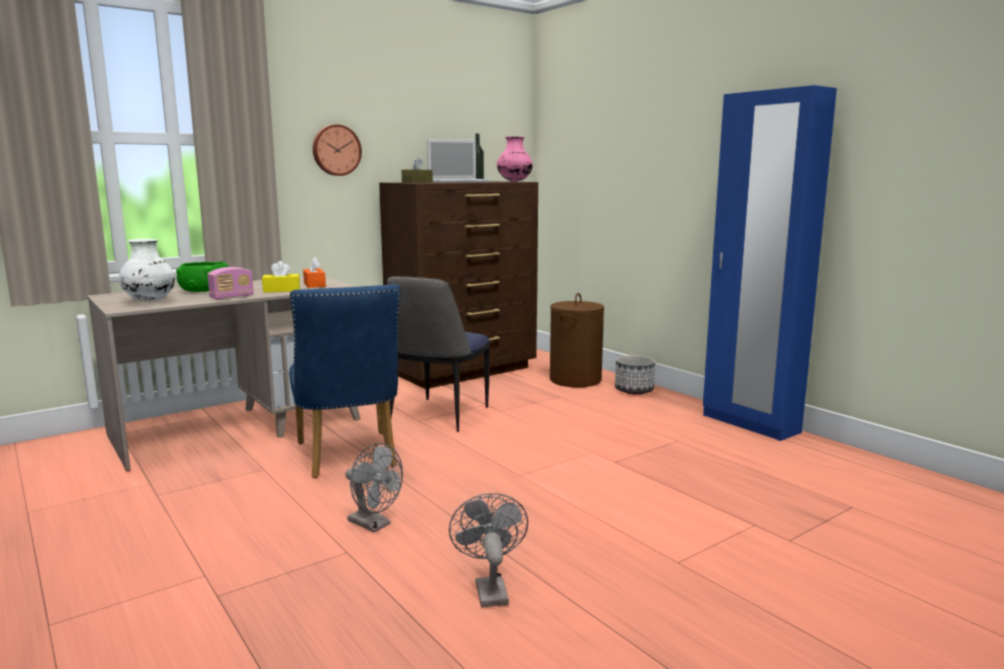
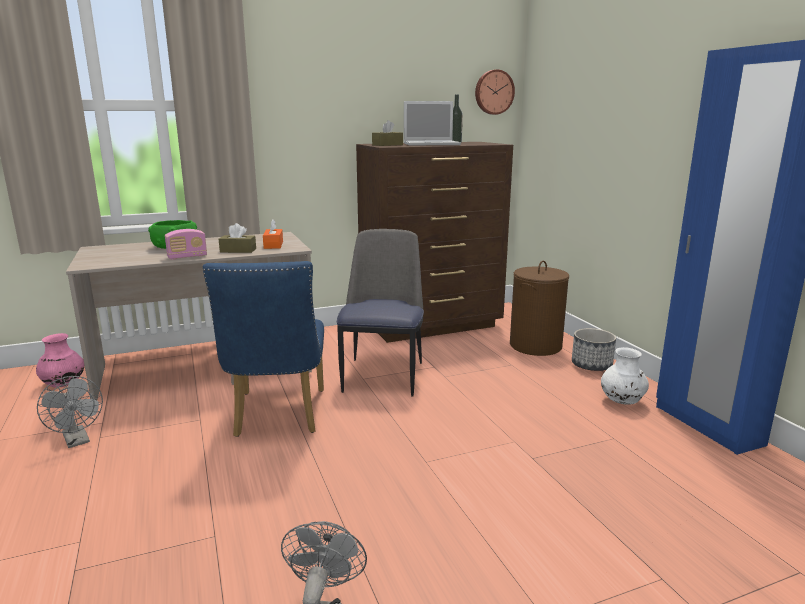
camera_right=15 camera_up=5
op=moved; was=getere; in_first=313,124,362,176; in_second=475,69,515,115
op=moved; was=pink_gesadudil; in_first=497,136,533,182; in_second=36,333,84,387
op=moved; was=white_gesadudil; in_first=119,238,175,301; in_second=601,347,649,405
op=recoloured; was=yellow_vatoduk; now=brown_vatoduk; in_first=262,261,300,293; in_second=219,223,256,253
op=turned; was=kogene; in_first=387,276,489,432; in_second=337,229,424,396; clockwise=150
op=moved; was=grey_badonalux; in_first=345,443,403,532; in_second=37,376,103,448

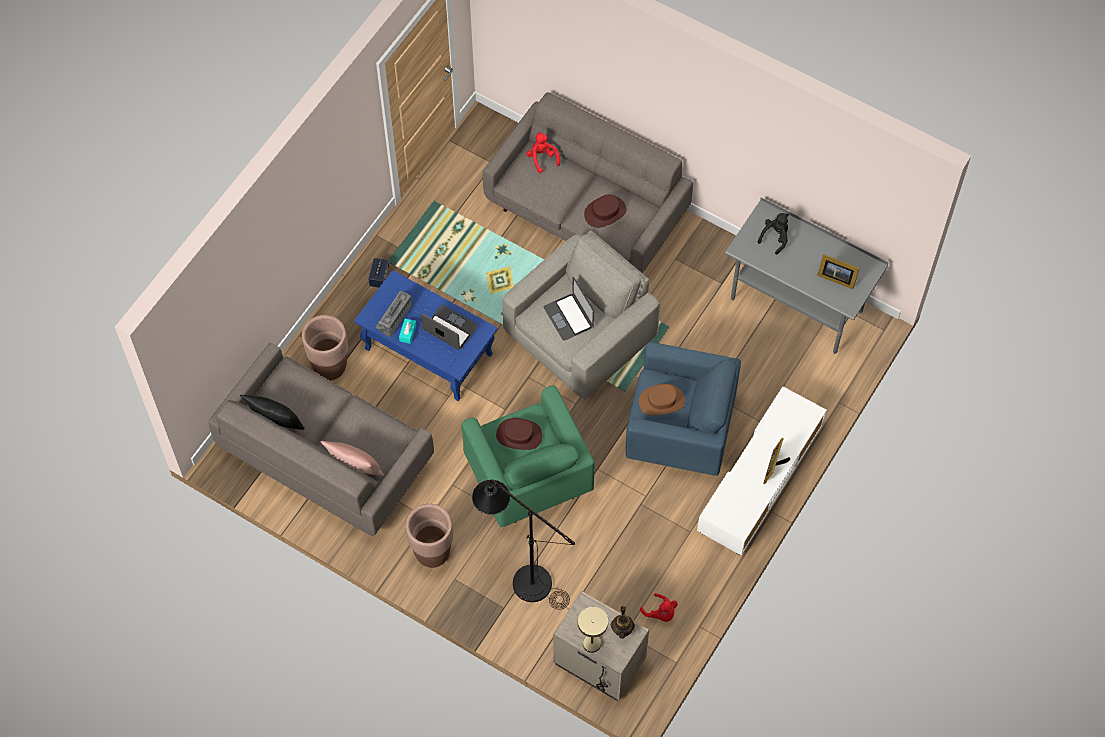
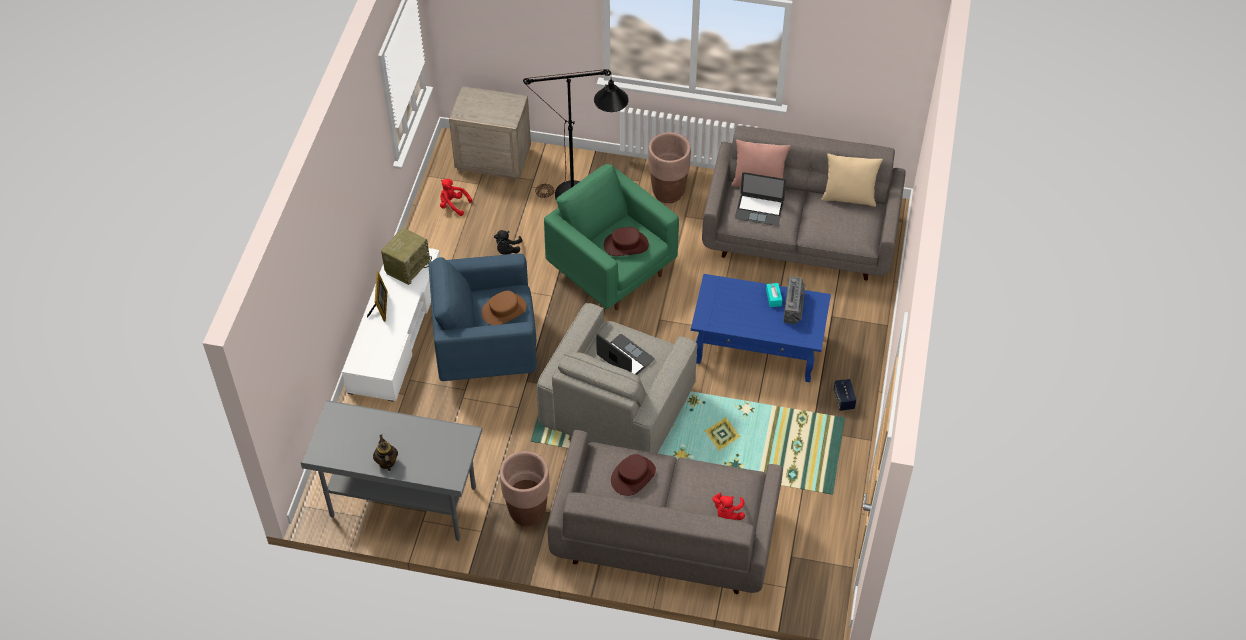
camera_right=160 camera_up=-10
op=turned; was=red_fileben; in_first=526,132,560,173; in_second=712,493,745,520; clockwise=60
op=moved; was=black_fileben; in_first=758,213,789,254; in_second=494,230,523,255
op=removed; was=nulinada; in_first=817,254,860,289
op=moved; was=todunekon; in_first=421,305,478,350; in_second=735,172,786,226
op=moved; was=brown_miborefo; in_first=302,315,348,380; in_second=500,451,549,526
op=recoloured; was=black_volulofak; now=beige_volulofak; in_first=240,395,305,430; in_second=821,154,883,207
op=moved; was=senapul; in_first=611,606,635,639; in_second=373,435,398,471
op=removed; was=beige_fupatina; in_first=578,607,608,653
op=added; now=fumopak; in_second=381,228,432,285

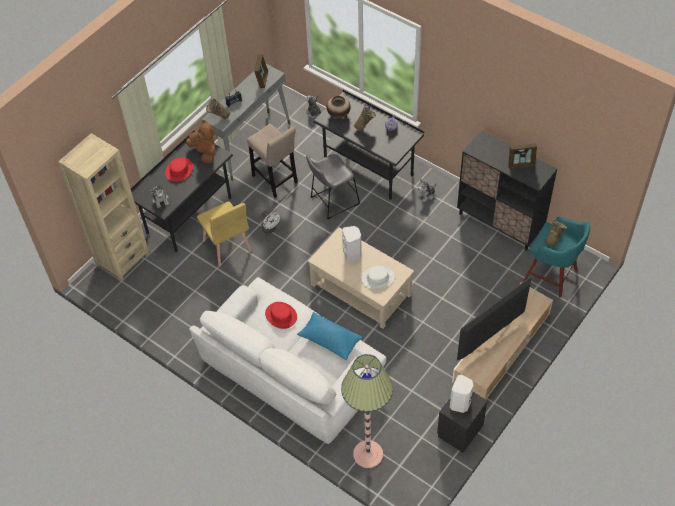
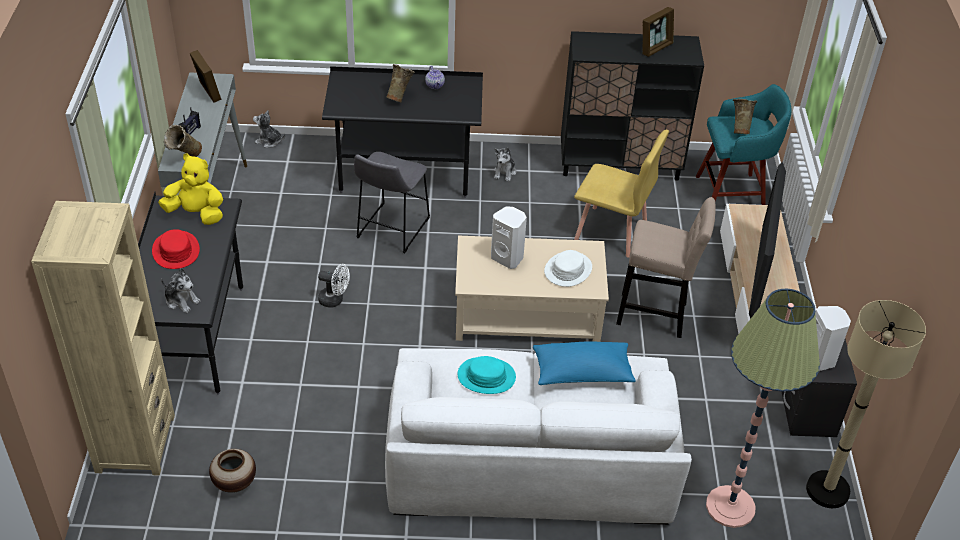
camera_right=-40 camera_up=-10
op=moved; was=gesadudil; in_first=327,96,351,118; in_second=209,449,256,493
op=recoloured; was=brown_fileben; now=yellow_fileben; in_first=186,120,215,163; in_second=158,154,223,225
op=moved; was=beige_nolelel; in_first=247,124,298,198; in_second=616,197,716,338
op=moved; was=yellow_kogene; in_first=197,202,252,267; in_second=574,130,669,257
op=recoloured; was=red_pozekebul; now=turquoise_pozekebul; in_first=265,302,297,329; in_second=458,356,516,394
op=added; now=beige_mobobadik; in_second=806,300,926,508

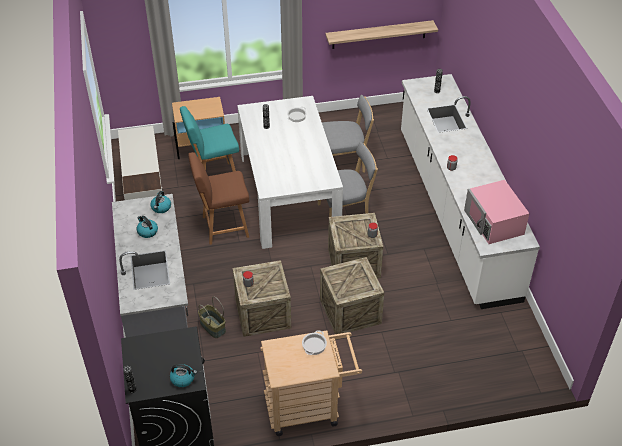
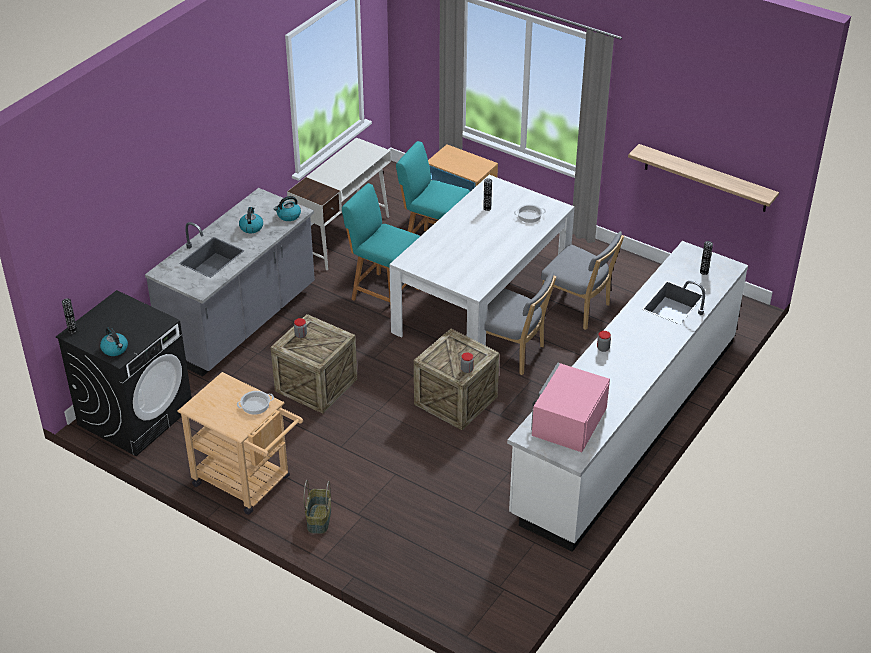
camera_right=45 camera_up=-5
op=recoloured; was=brown_kogene; now=turquoise_kogene; in_first=188,152,249,245; in_second=342,183,420,310
op=removed; was=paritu; in_first=320,257,384,334
op=moved; was=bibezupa; in_first=198,296,226,338; in_second=304,480,331,534

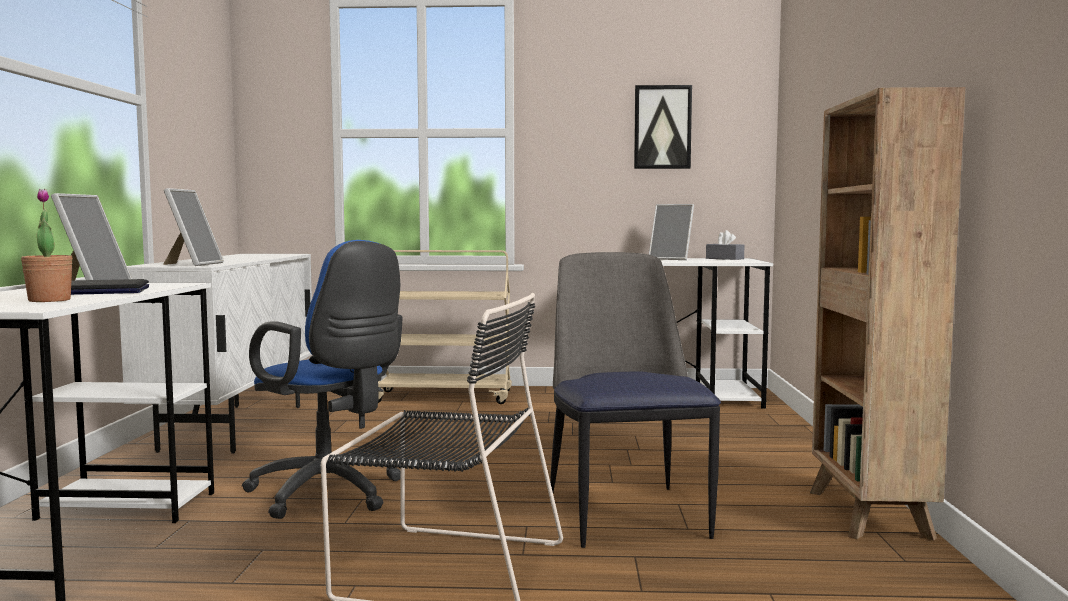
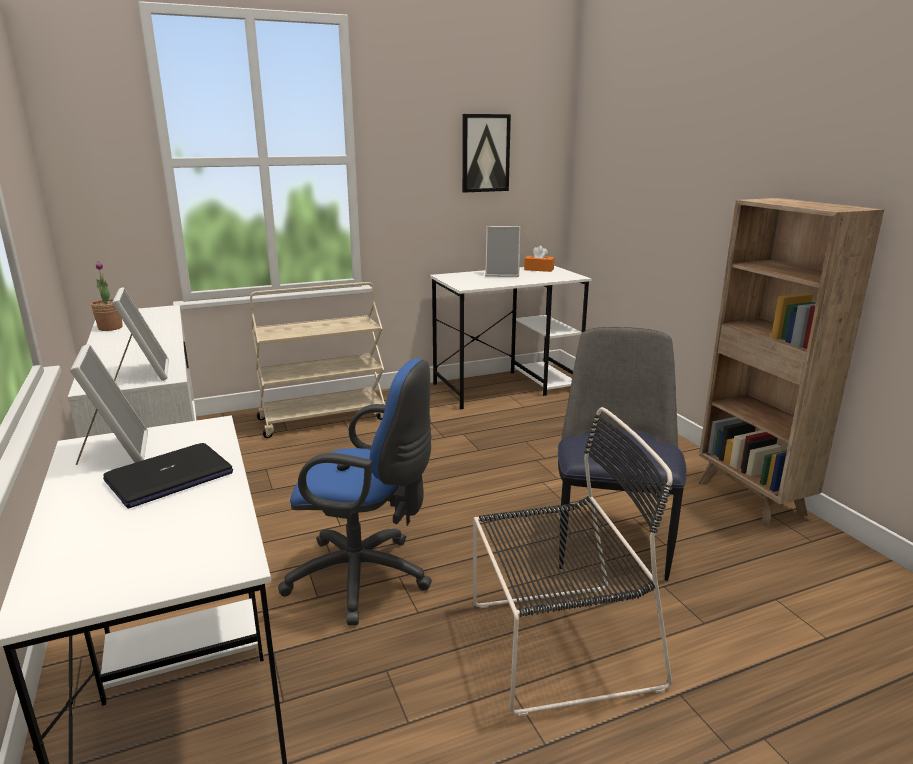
camera_right=-25 camera_up=15
op=moved; was=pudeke; in_first=21,188,73,302; in_second=91,261,123,331
op=recoloured; was=grey_vatoduk; now=orange_vatoduk; in_first=706,230,744,260; in_second=524,246,554,272
op=turned; was=kogene; in_first=550,252,721,548; in_second=558,327,687,581; clockwise=45

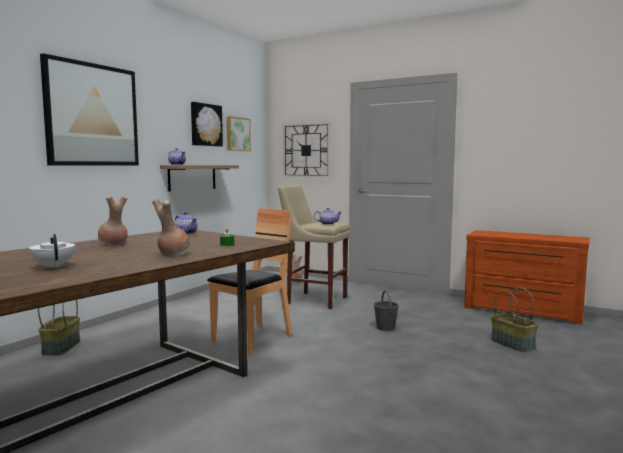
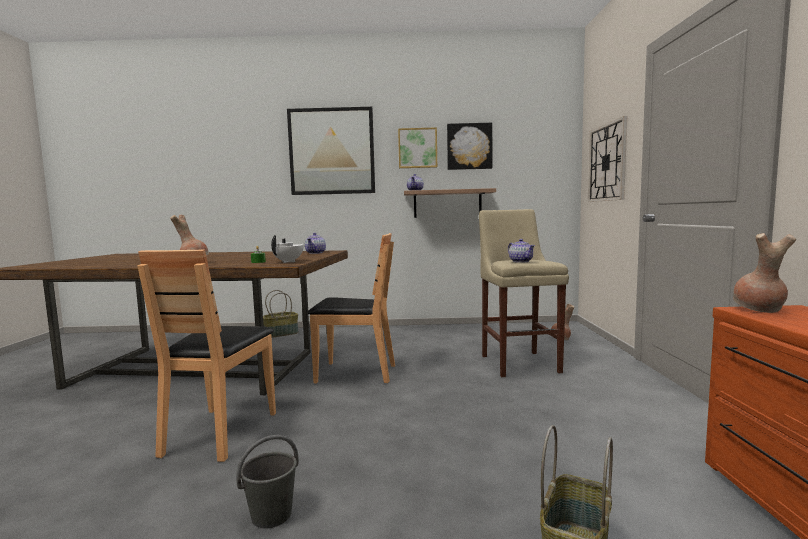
camera_right=60 camera_up=0
op=moved; was=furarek; in_first=227,116,251,151; in_second=398,127,437,168
op=moved; was=brown_gesadudil; in_first=98,195,128,246; in_second=733,233,796,313
op=moved; was=white_senapul; in_first=29,234,75,269; in_second=271,235,304,263
op=moved; was=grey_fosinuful; in_first=374,290,399,331; in_second=236,435,299,528
op=added; now=brown_kogene; in_second=137,249,276,462

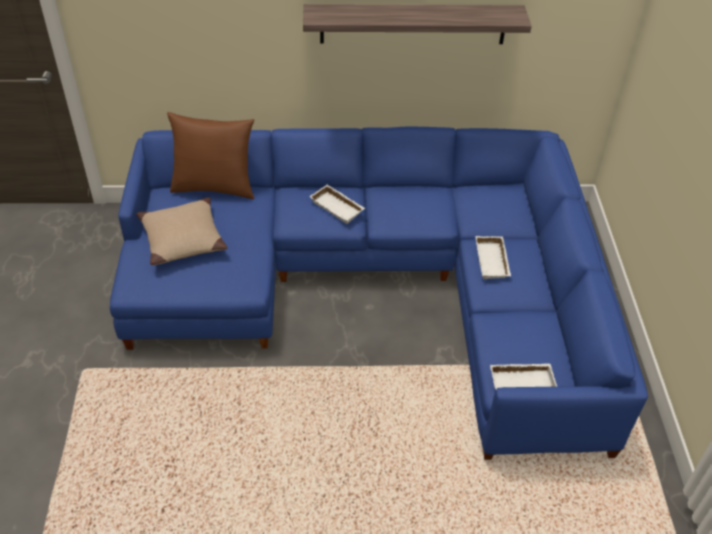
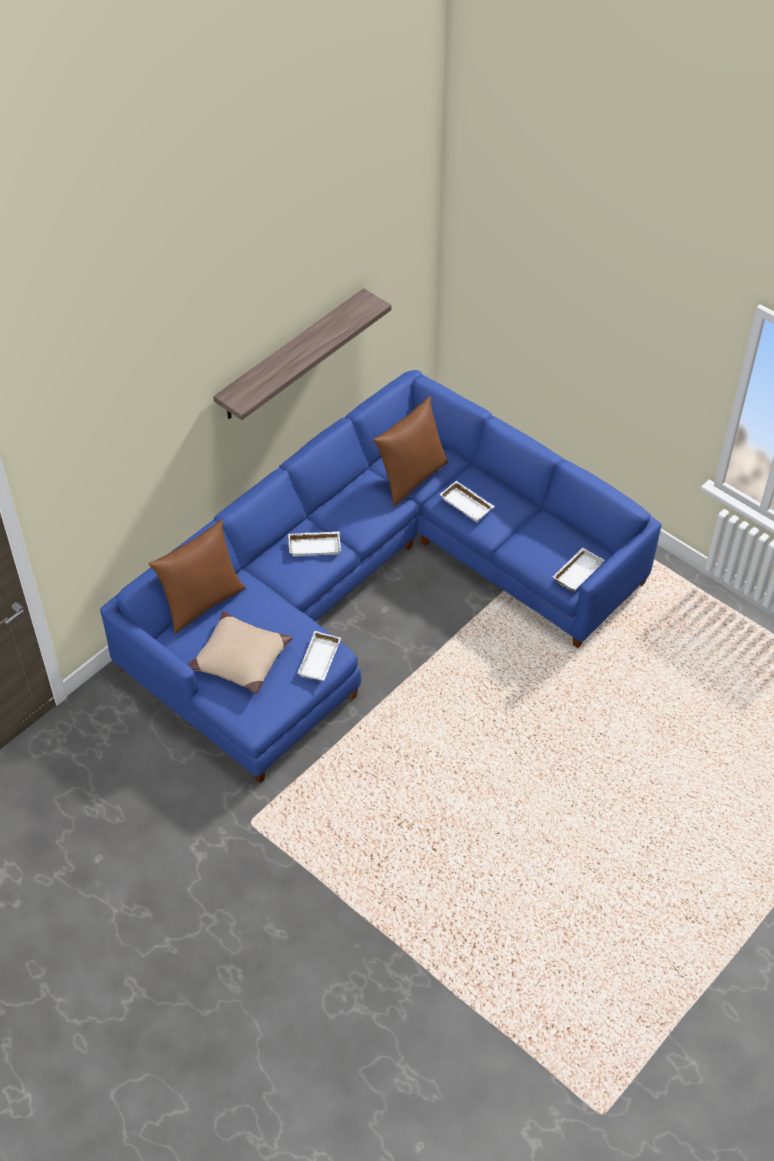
camera_right=-45 camera_up=5
op=added; now=brown_volulofak; in_second=373,396,449,507
op=added; now=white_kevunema; in_second=297,631,341,681

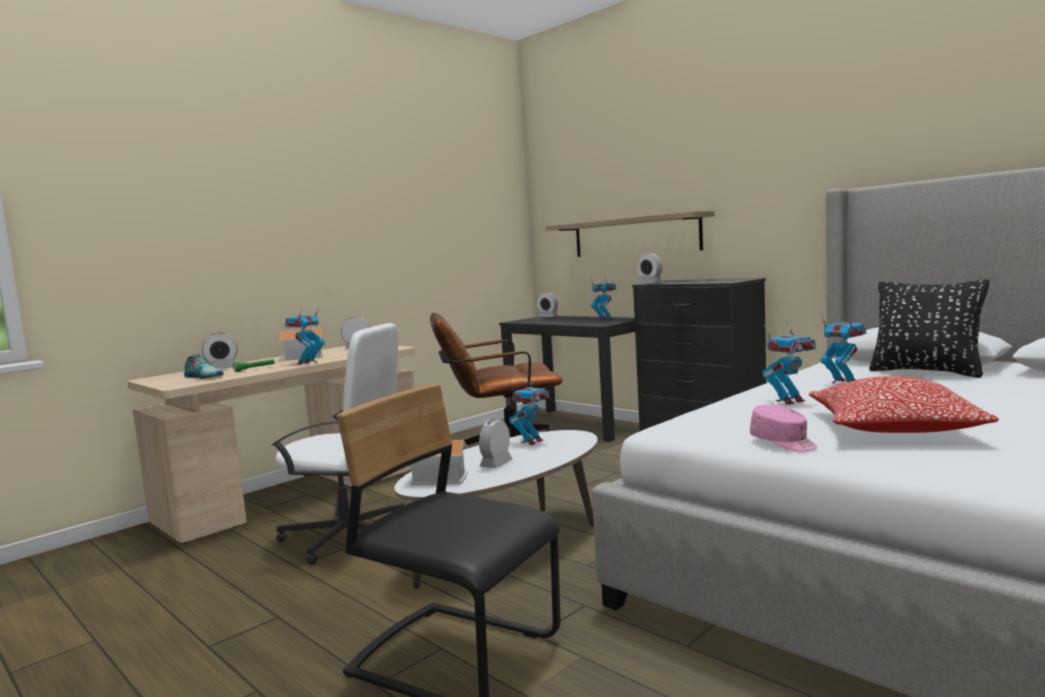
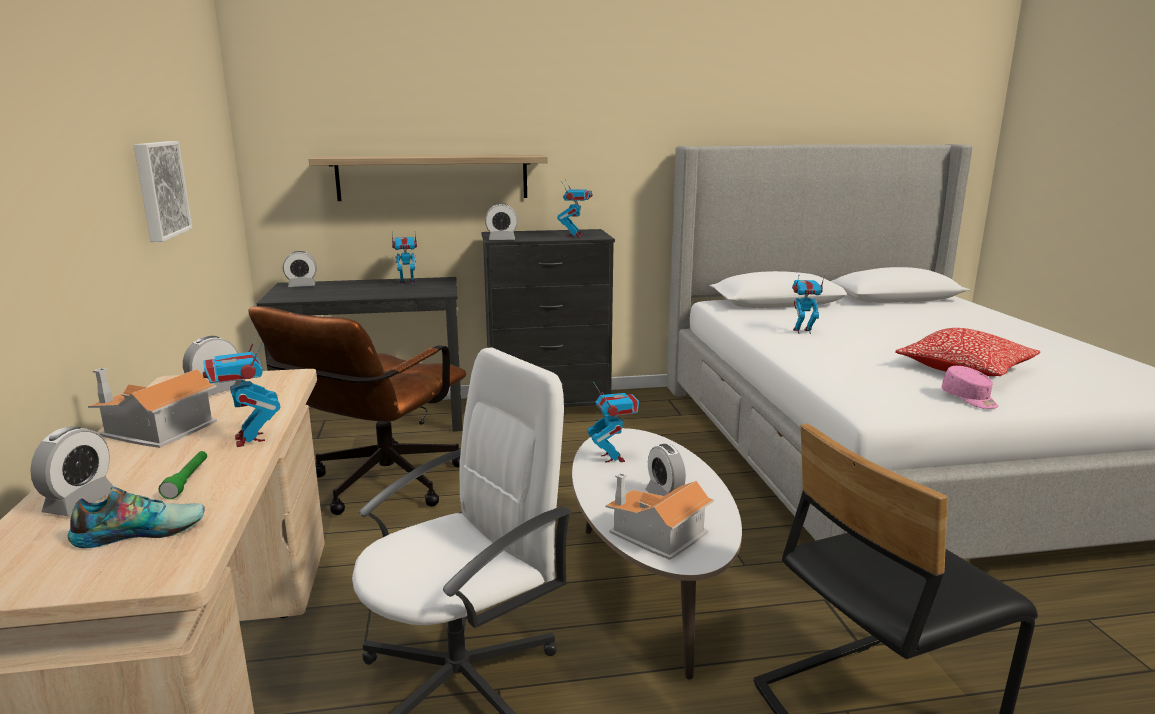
camera_right=-55 camera_up=10
op=removed; was=black_volulofak; in_first=869,279,989,378
op=moved; was=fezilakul; in_first=762,321,816,405; in_second=557,179,593,237
op=turned; was=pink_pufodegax; in_first=750,405,818,451; in_second=942,366,998,409; clockwise=60
op=added; now=furarek; in_second=134,141,192,242

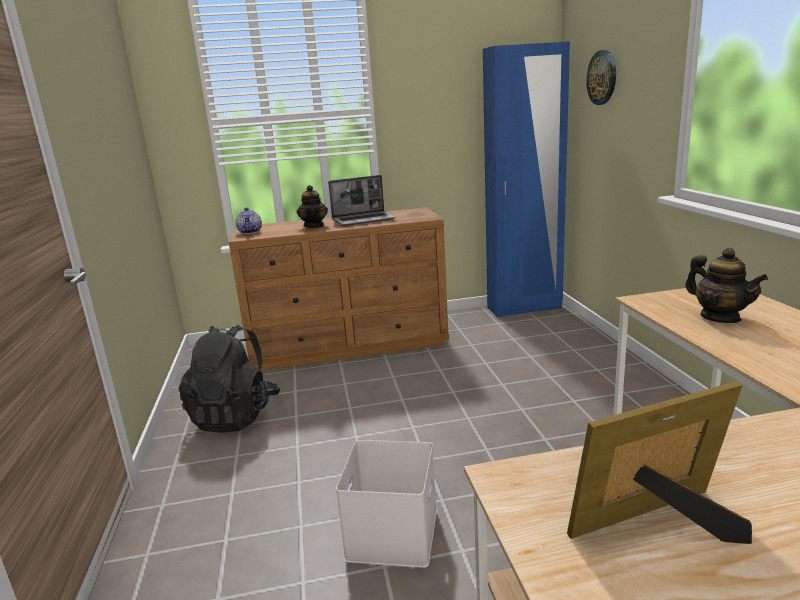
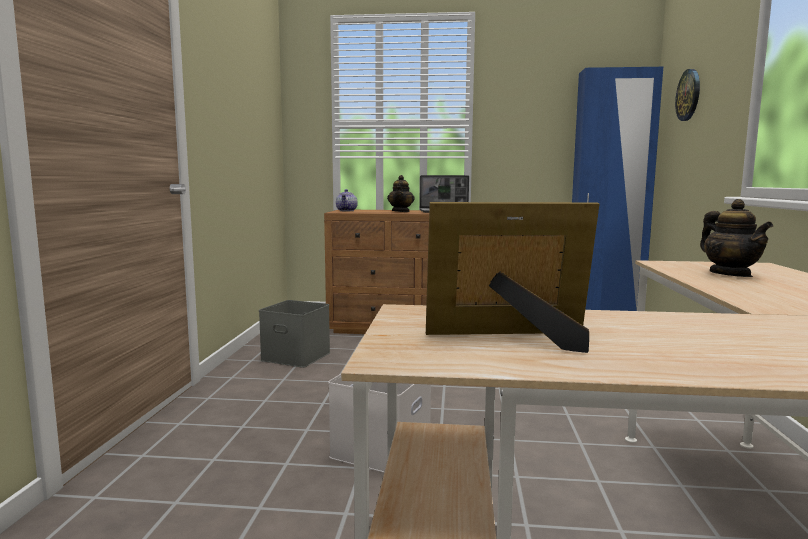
camera_right=15 camera_up=-10
op=replaced; was=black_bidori; now=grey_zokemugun; in_first=179,325,280,433; in_second=259,300,330,368

